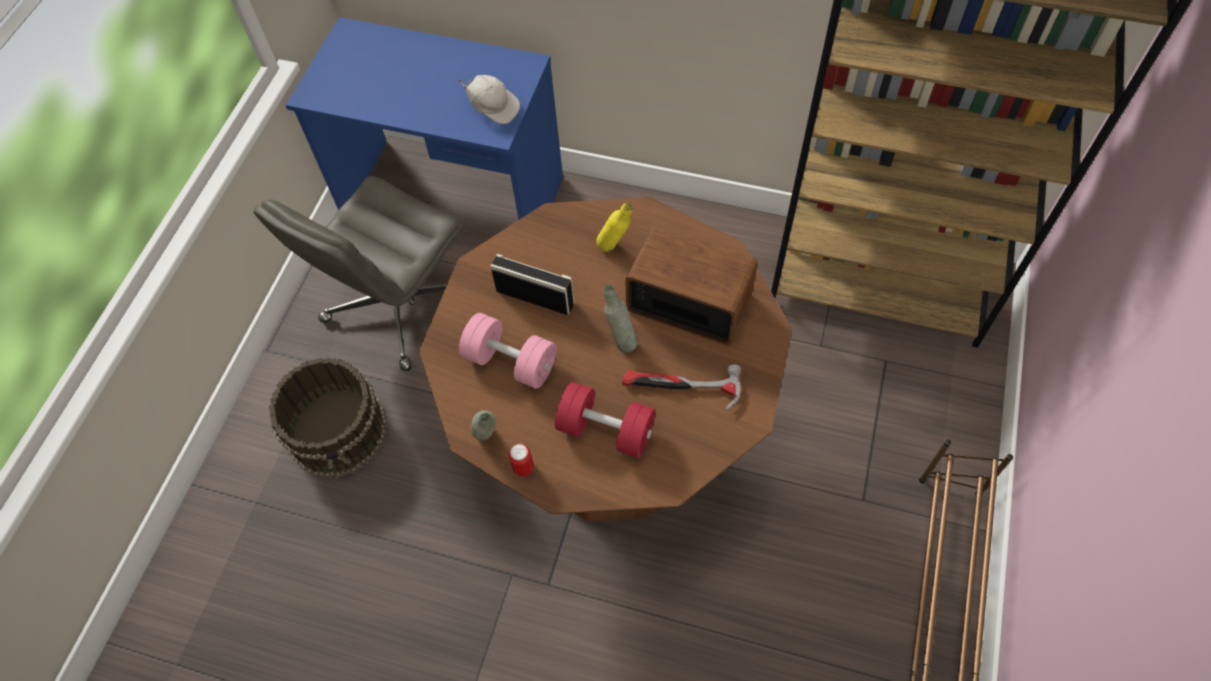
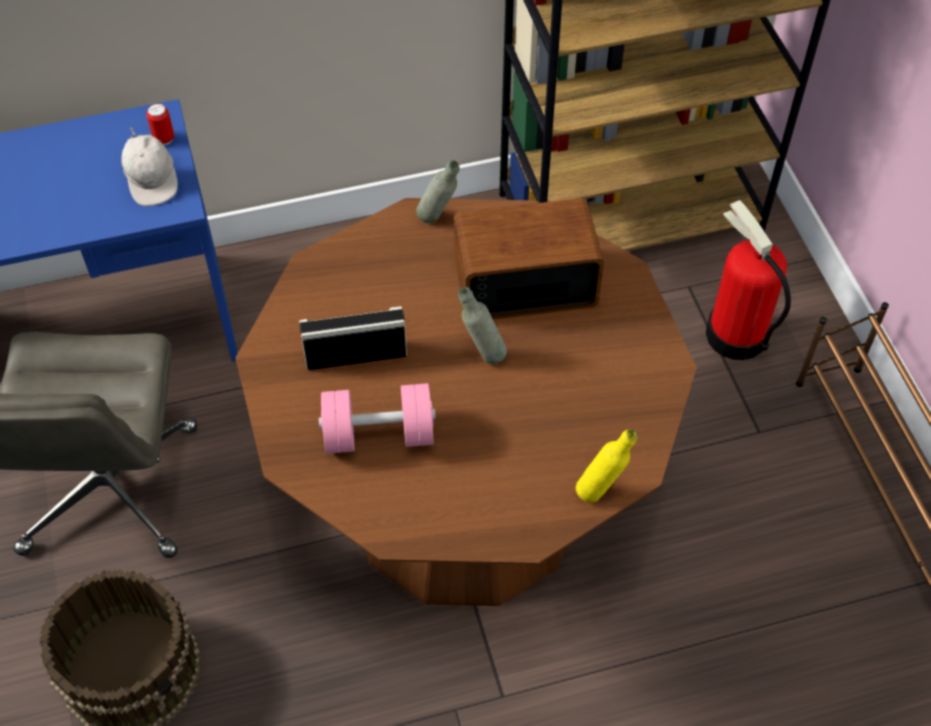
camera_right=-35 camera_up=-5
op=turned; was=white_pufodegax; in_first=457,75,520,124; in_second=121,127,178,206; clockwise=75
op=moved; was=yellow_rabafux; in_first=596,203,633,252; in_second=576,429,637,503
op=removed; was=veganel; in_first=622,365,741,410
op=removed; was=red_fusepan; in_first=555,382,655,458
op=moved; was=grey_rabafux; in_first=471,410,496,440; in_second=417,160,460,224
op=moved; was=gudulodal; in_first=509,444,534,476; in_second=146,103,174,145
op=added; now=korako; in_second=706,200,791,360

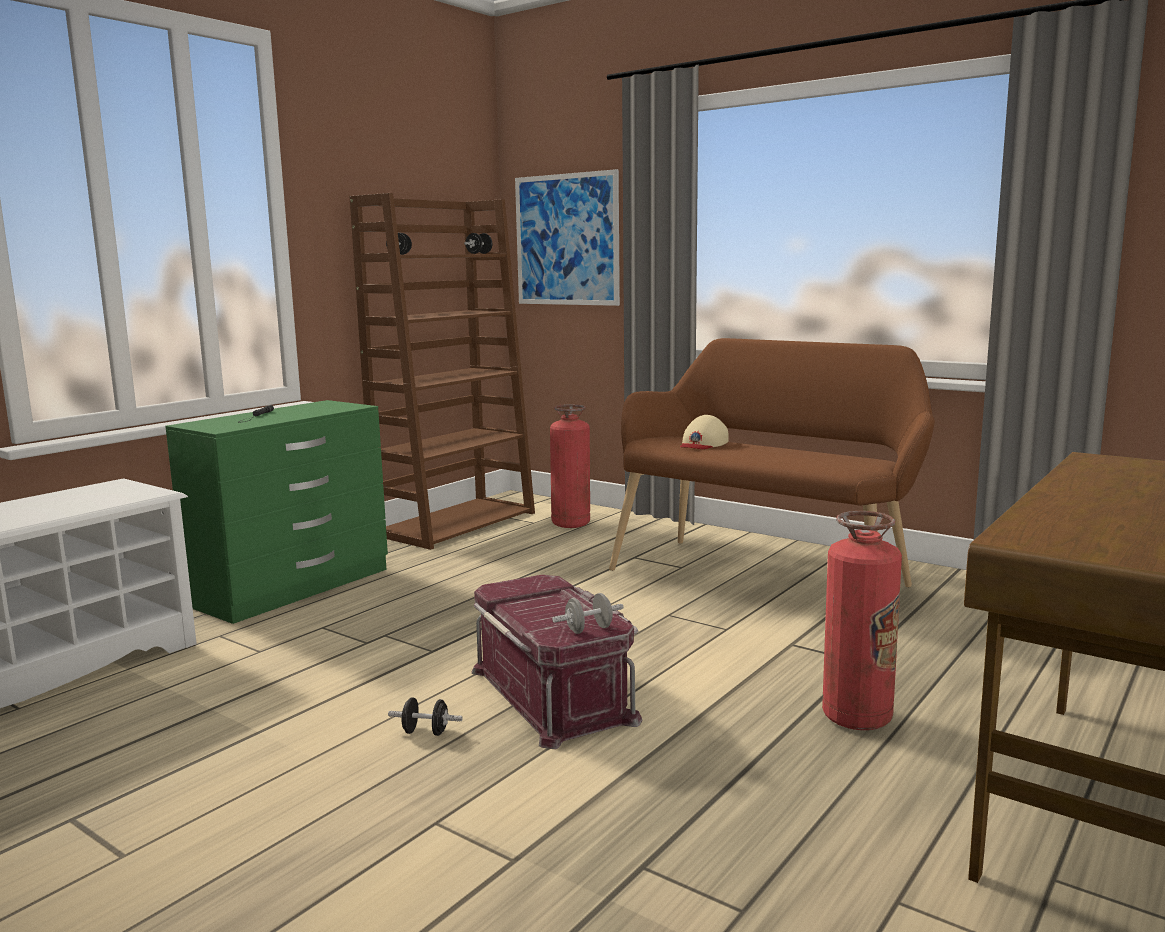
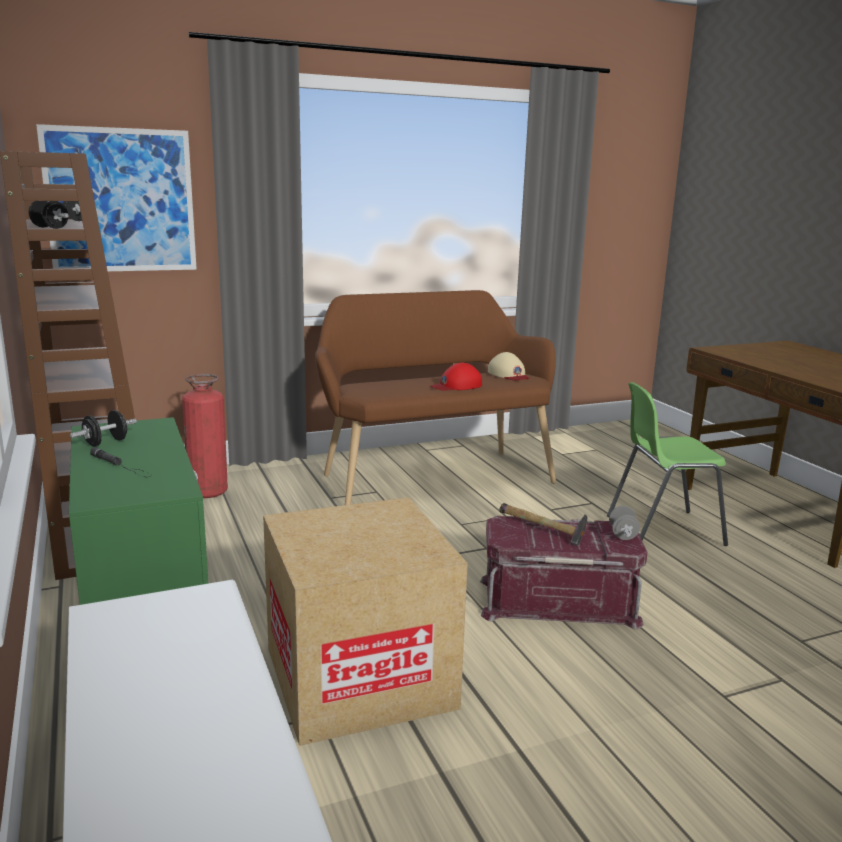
camera_right=-60 camera_up=5
op=moved; was=beige_pufodegax; in_first=680,415,729,449; in_second=488,352,529,380
op=replaced; was=korako; now=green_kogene; in_first=822,511,902,730; in_second=607,382,728,546
op=moved; was=black_fusepan; in_first=388,697,463,736; in_second=70,410,137,447
op=added; now=red_pufodegax; in_second=430,363,482,390
op=added; now=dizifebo; in_second=263,497,468,746
op=added; now=veganel; in_second=499,503,588,546

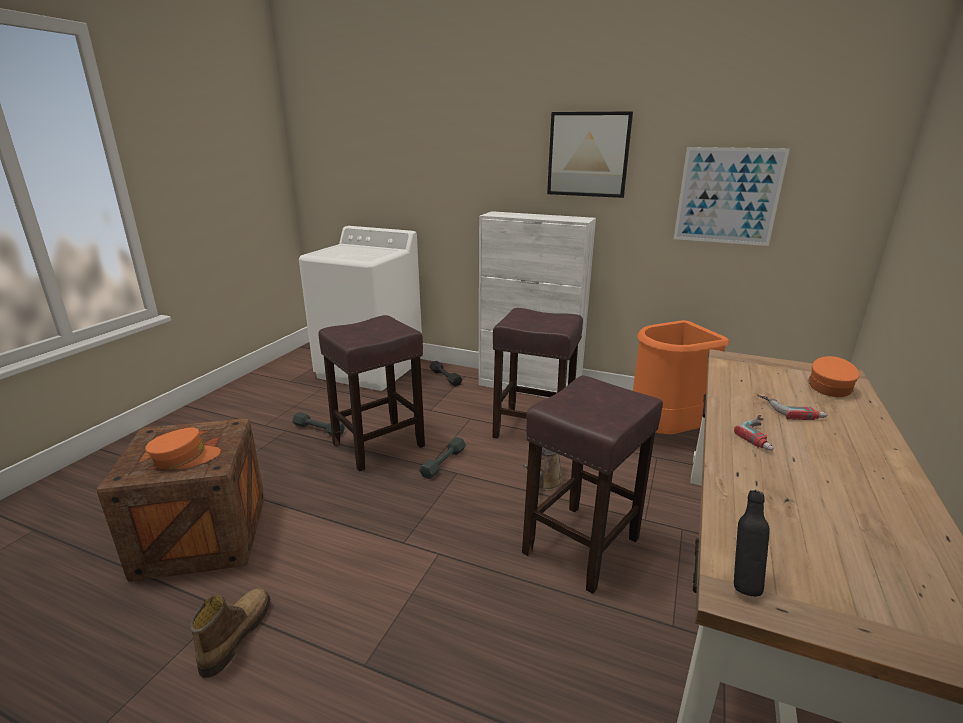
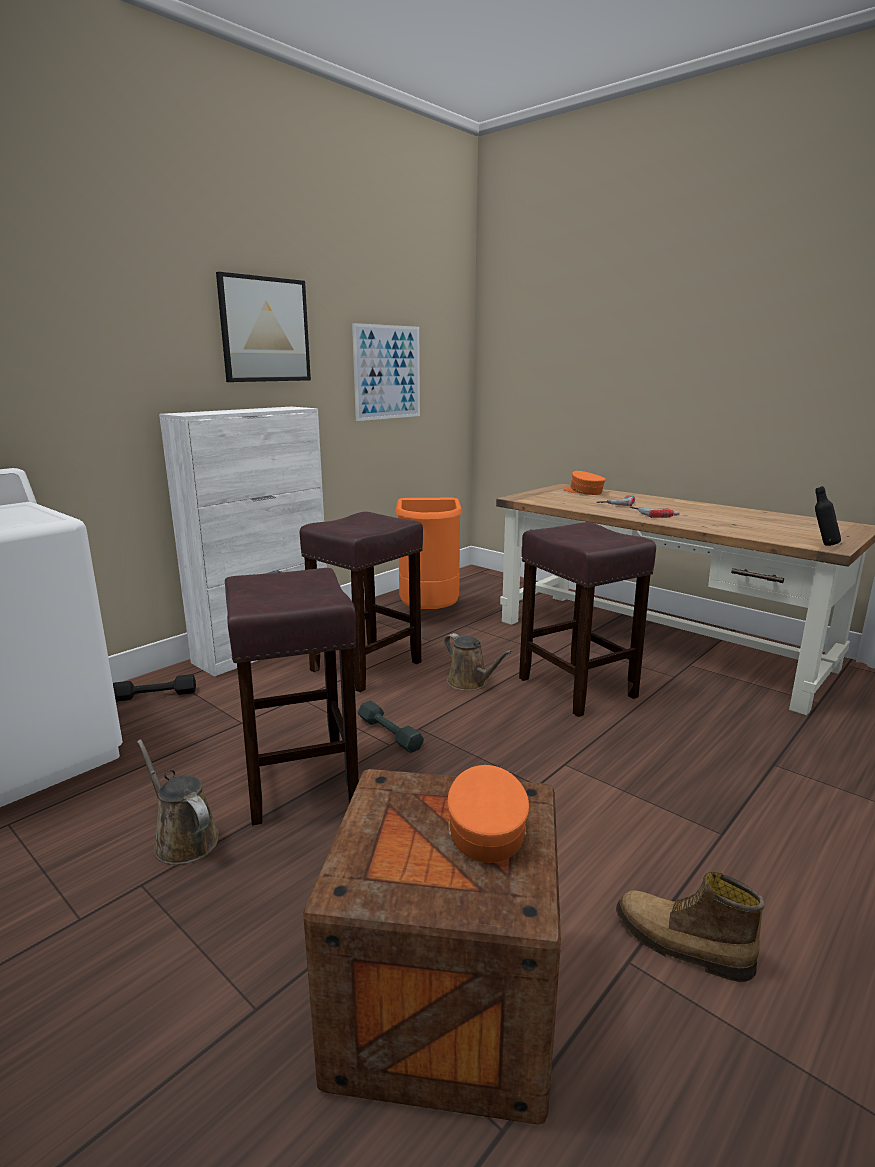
camera_right=-70 camera_up=-5
op=replaced; was=grey_fusepan; now=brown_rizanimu; in_first=292,412,345,436; in_second=137,739,219,865

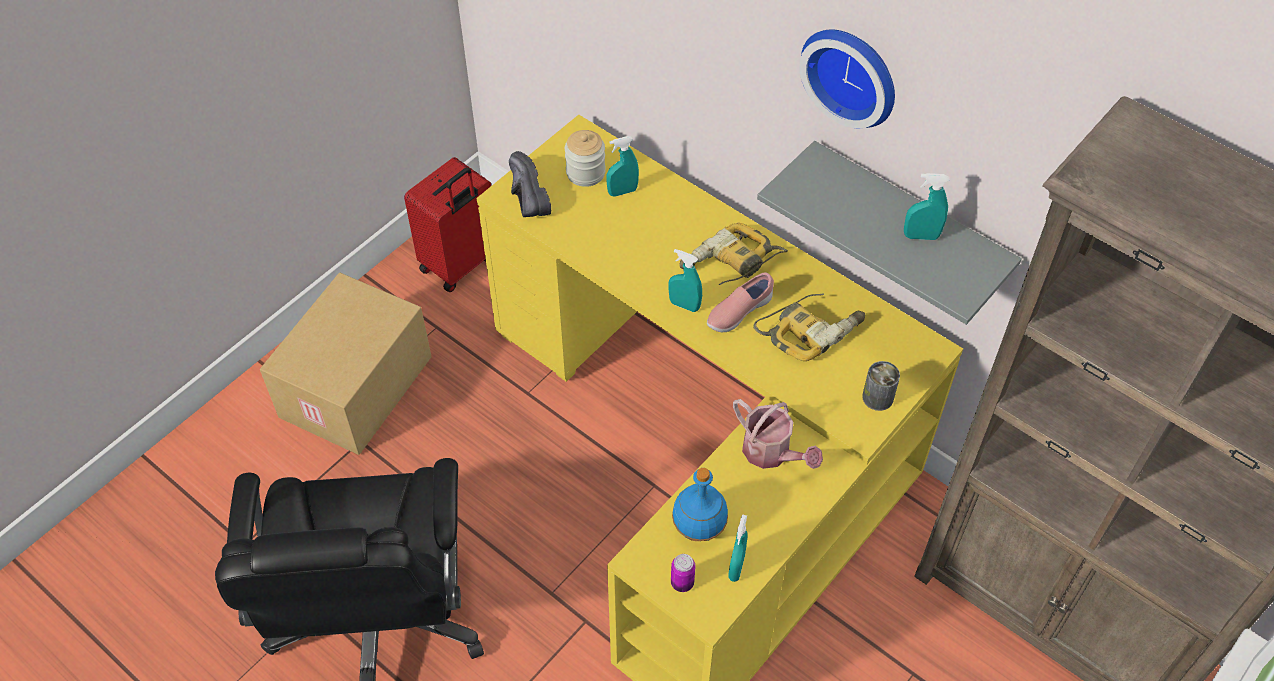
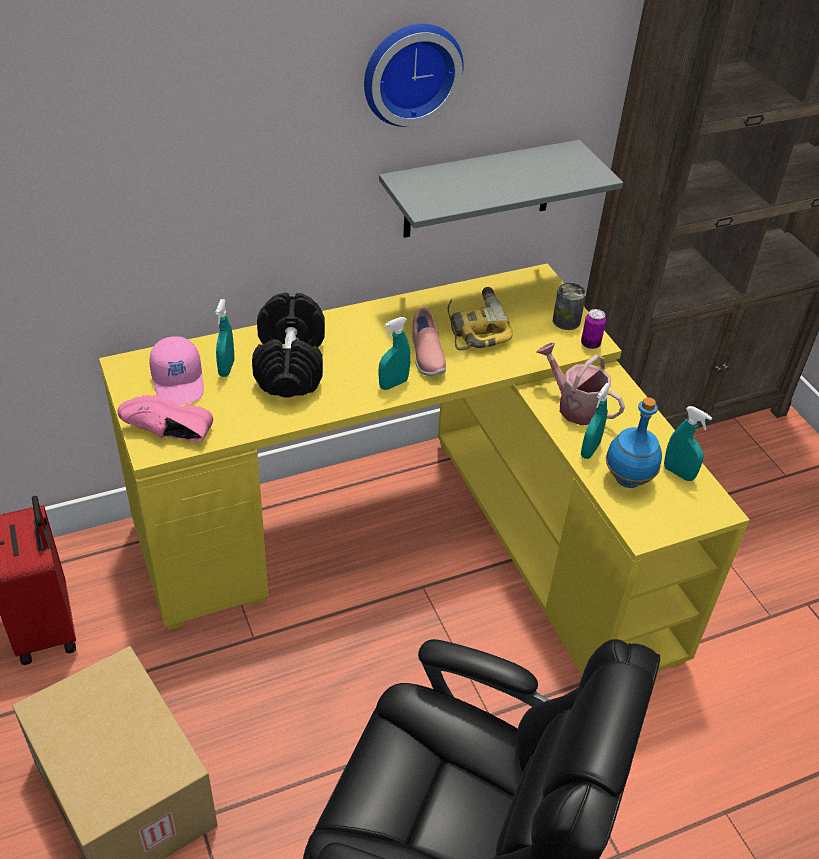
camera_right=-65 camera_up=-10
op=replaced; was=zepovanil; now=pink_pufodegax; in_first=565,130,606,187; in_second=149,336,204,405
op=recoloured; was=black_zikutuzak; now=pink_zikutuzak; in_first=509,151,551,217; in_second=118,395,213,441
op=moved; was=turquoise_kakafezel; in_first=904,173,949,240; in_second=581,383,611,459
op=removed; was=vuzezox; in_first=679,223,788,285
op=turned; was=rizanimu; in_first=733,399,823,469; in_second=536,343,625,425; clockwise=-120
op=moved; was=gudulodal; in_first=671,554,696,592; in_second=581,309,606,349
op=added; now=black_fusepan; in_second=252,292,325,398

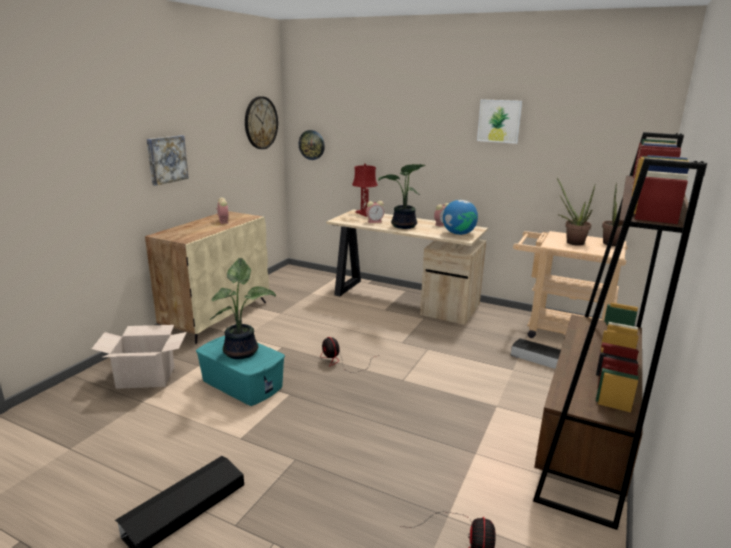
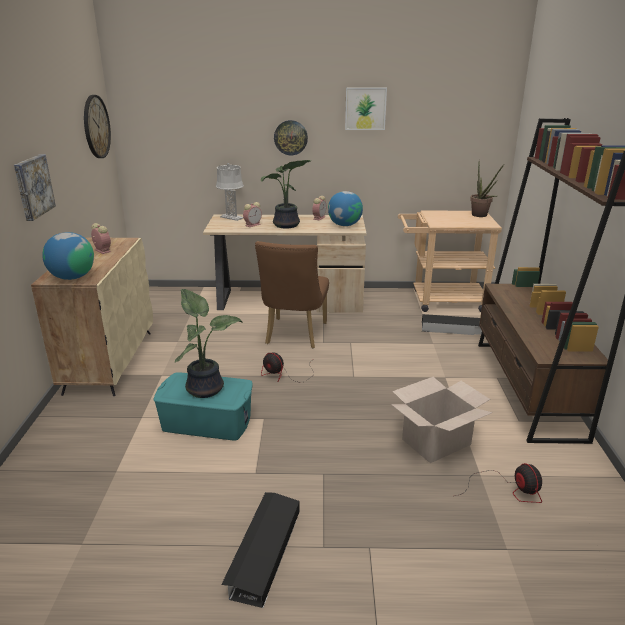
camera_right=-25 camera_up=5
op=moved; was=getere; in_first=299,130,325,160; in_second=274,120,308,155
op=recoloured; was=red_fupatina; now=grey_fupatina; in_first=352,163,378,217; in_second=216,163,244,221
op=removed; was=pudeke; in_first=557,178,595,246
op=moved; was=dizifebo; in_first=92,325,187,389; in_second=391,377,493,463
op=added; now=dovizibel; in_second=42,232,94,280
op=added; now=brown_kogene; in_second=255,241,329,348

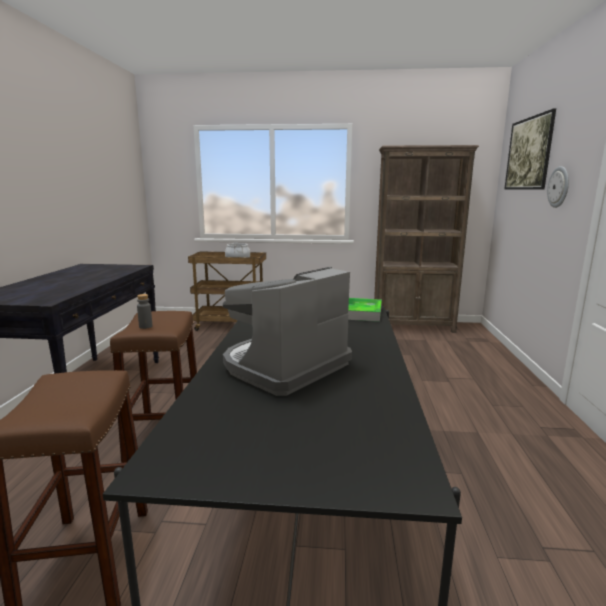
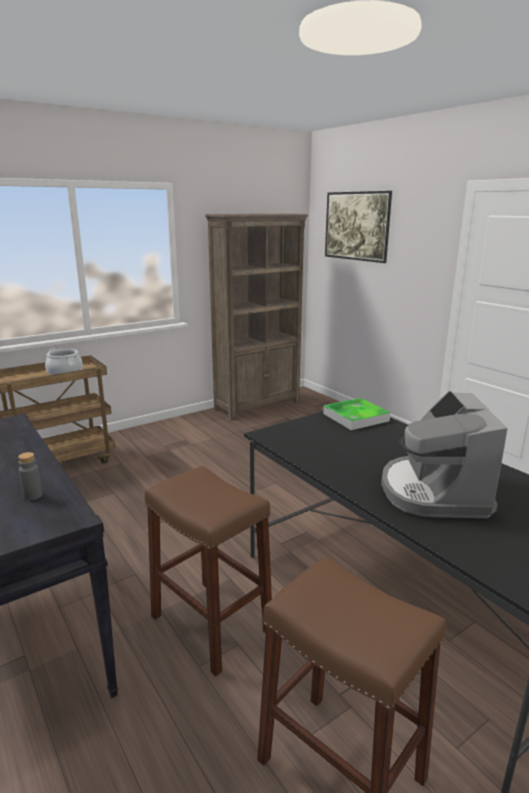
camera_right=-40 camera_up=5
op=removed; was=getere; in_first=547,166,569,208
op=moved; was=grey_rabafux; in_first=137,294,152,329; in_second=18,452,43,500

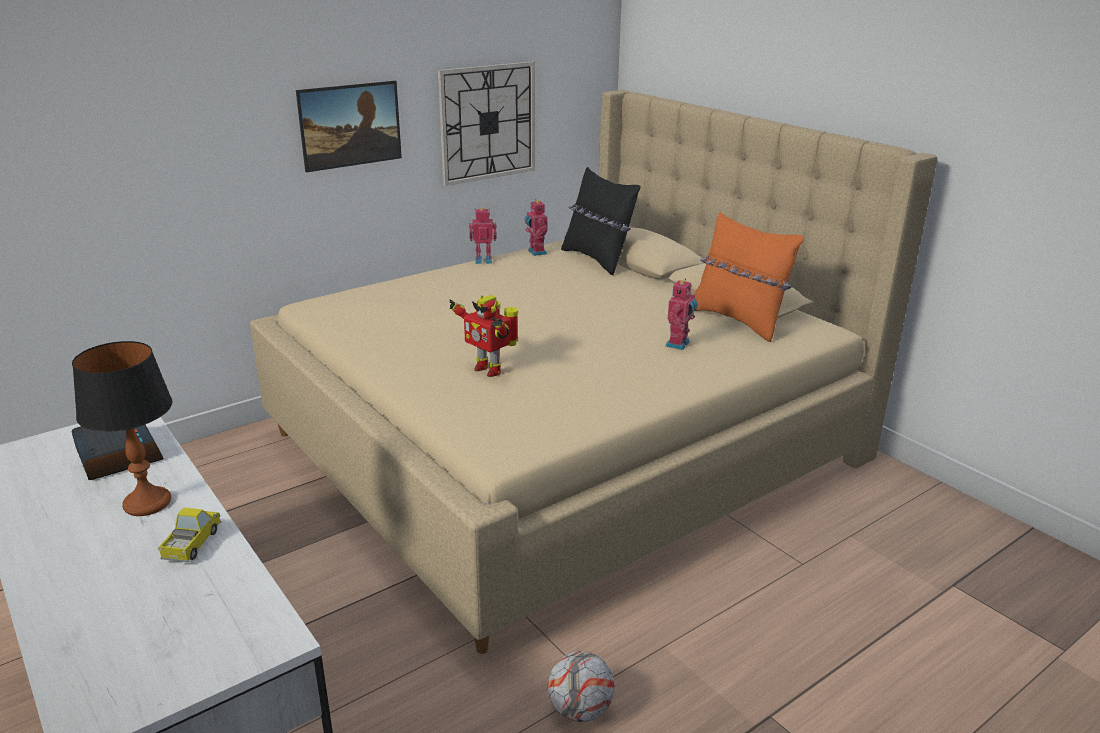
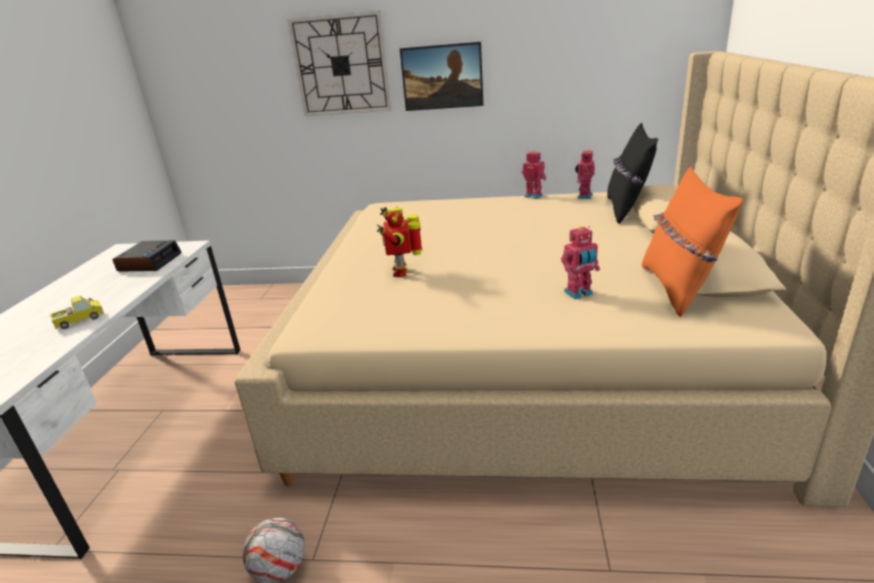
camera_right=45 camera_up=0
op=moved; was=getere; in_first=438,62,535,186; in_second=287,11,391,116
op=removed; was=fupatina; in_first=72,341,173,516

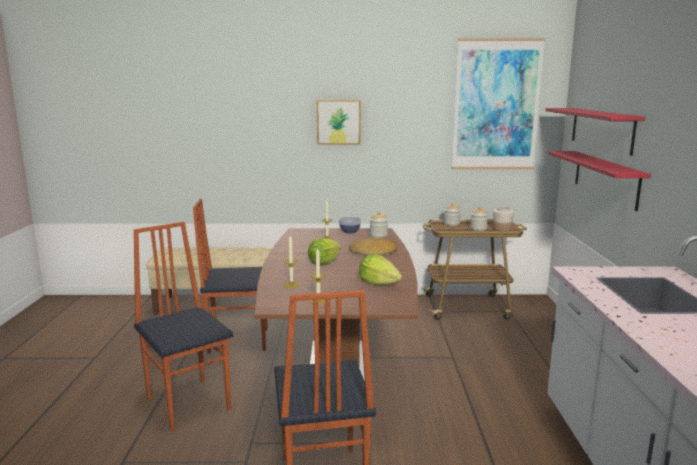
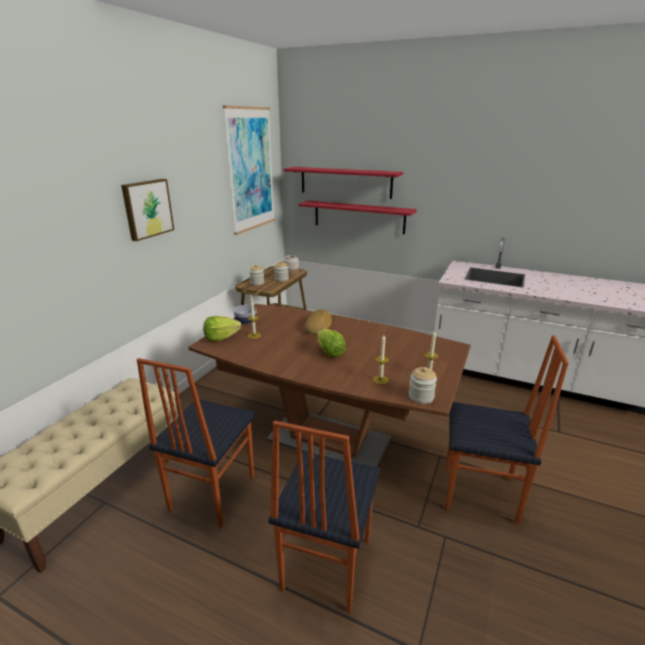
camera_right=-65 camera_up=10
op=moved; was=zepovanil; in_first=370,211,388,238; in_second=409,367,437,404
op=turned; was=kogene; in_first=133,222,233,431; in_second=268,420,380,613; clockwise=-60
op=moved; was=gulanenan; in_first=359,254,402,285; in_second=203,316,242,341

